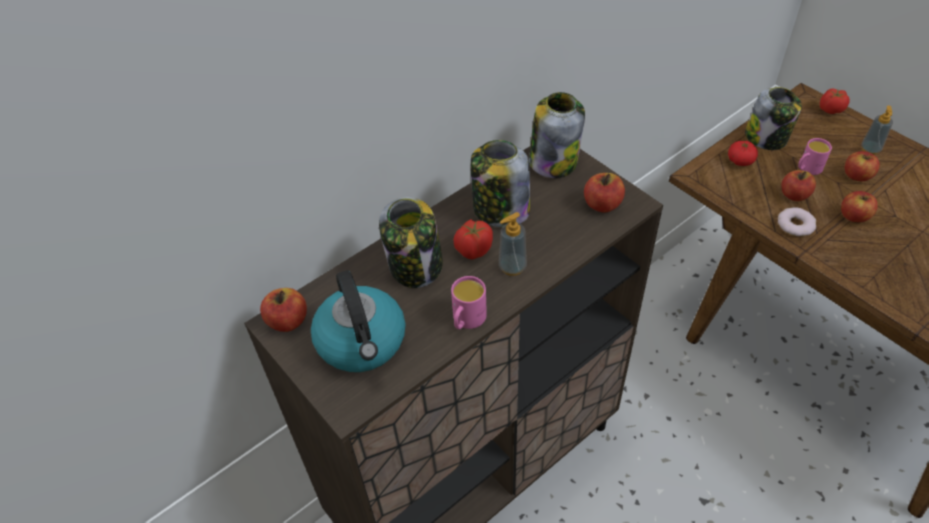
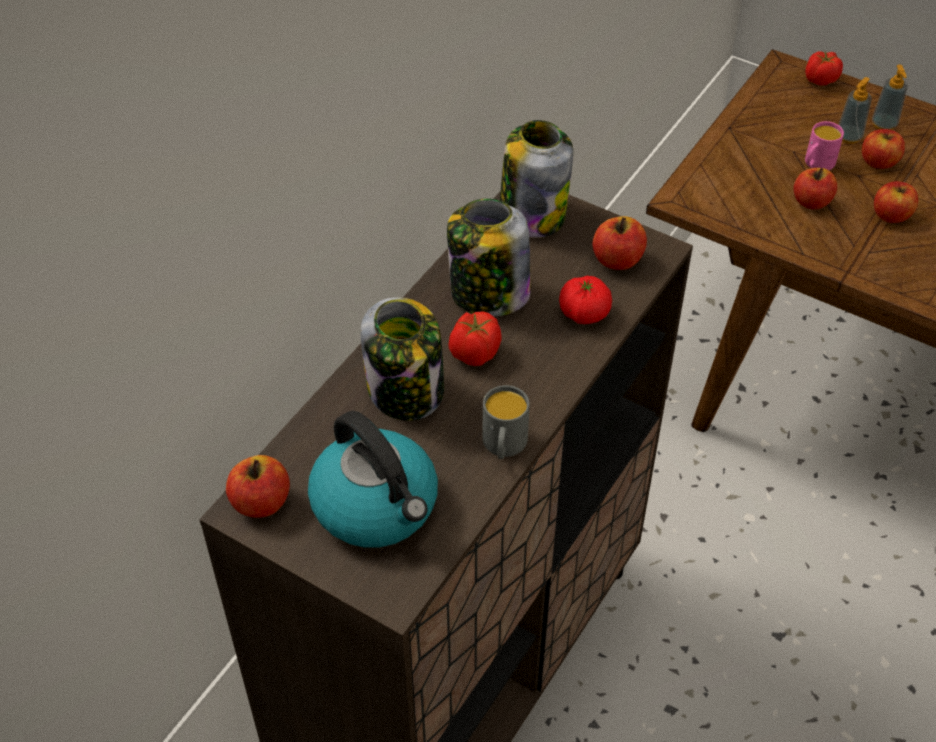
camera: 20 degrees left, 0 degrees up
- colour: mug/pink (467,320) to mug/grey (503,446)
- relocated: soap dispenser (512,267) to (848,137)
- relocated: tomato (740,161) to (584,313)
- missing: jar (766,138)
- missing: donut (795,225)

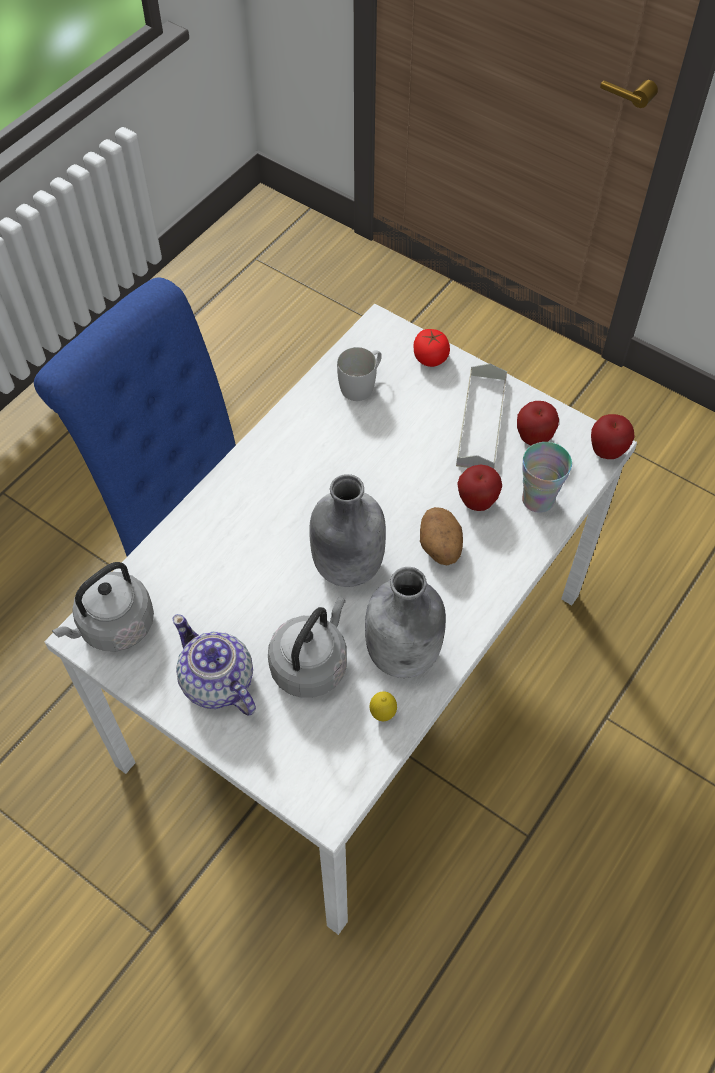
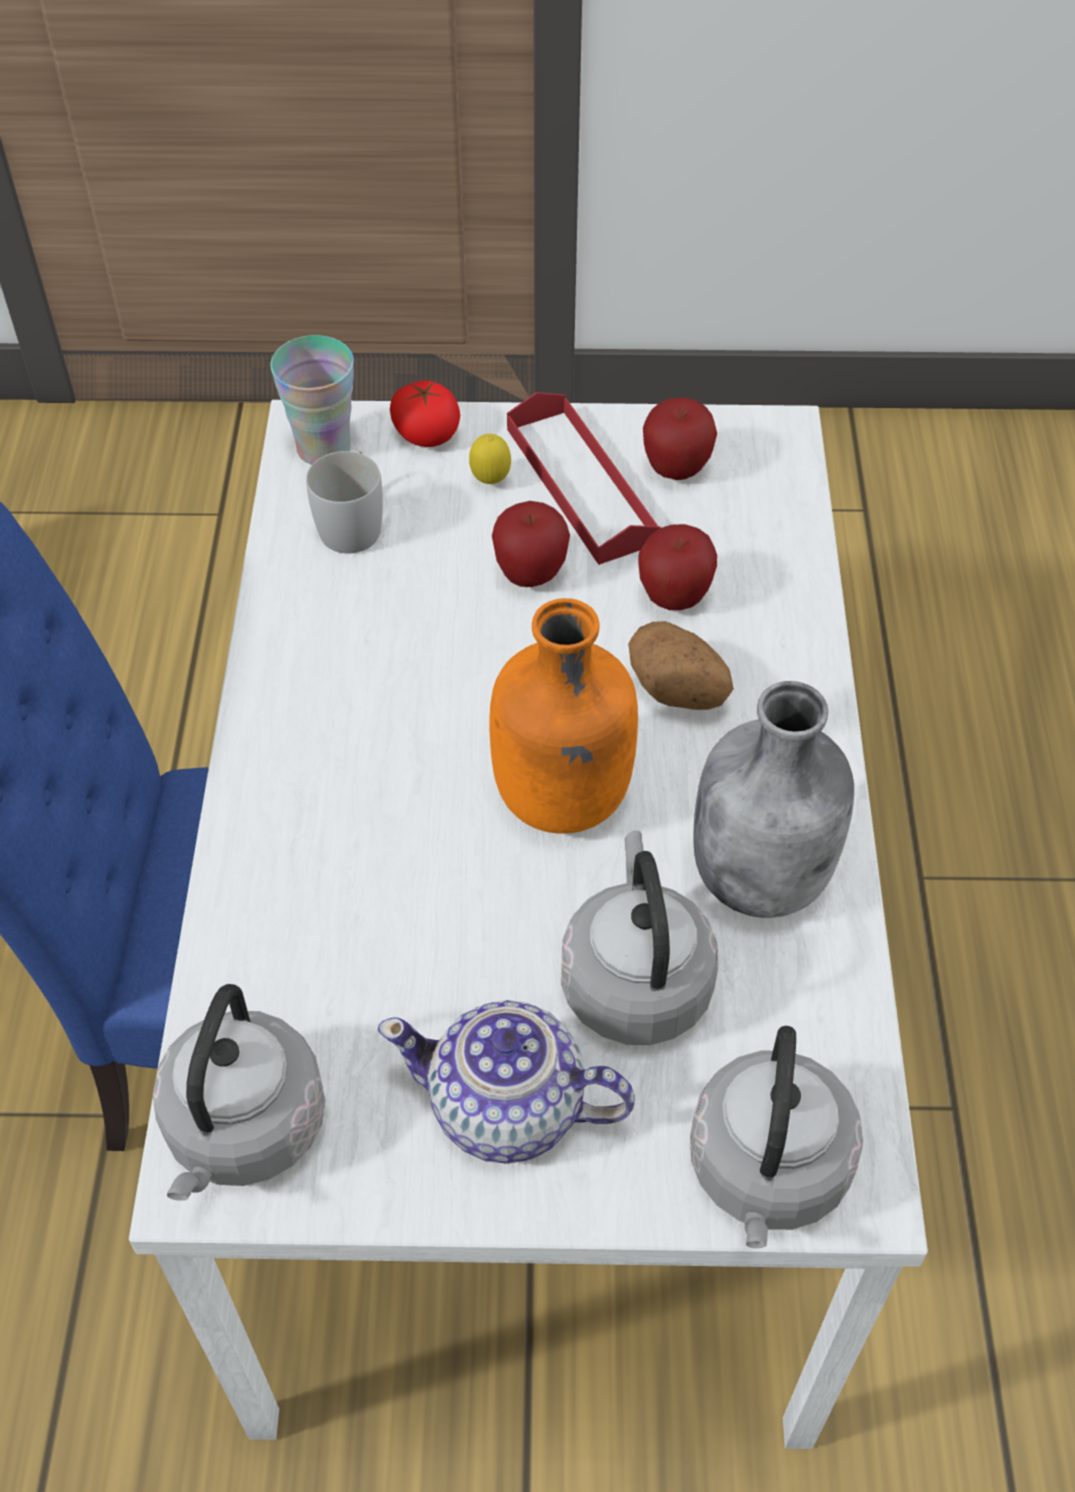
camera: 35 degrees left, 5 degrees down
- colour: bottle/grey (346,566) to bottle/orange (561,799)
- relocated: lemon (382,714) to (490,481)
- colour: tray/grey (481,421) to tray/red (581,484)
- relocated: cup (538,499) to (324,448)
- relocated: apple (607,451) to (530,575)
- appeared: kettle/grey (767,1172)

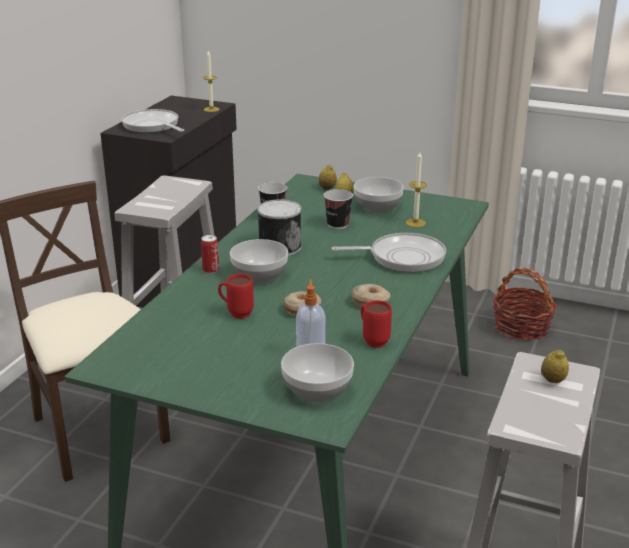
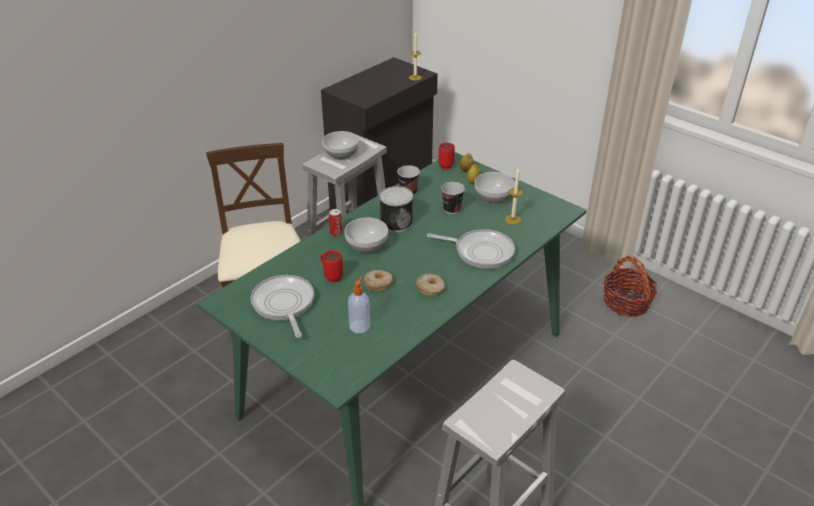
camera: 20 degrees right, 10 degrees up
- relocated: frying pan (152,126) to (284,304)
- relocated: bowl (317,391) to (341,154)
- relocated: mug/red (372,340) to (445,165)
- missing: lemon (553,380)

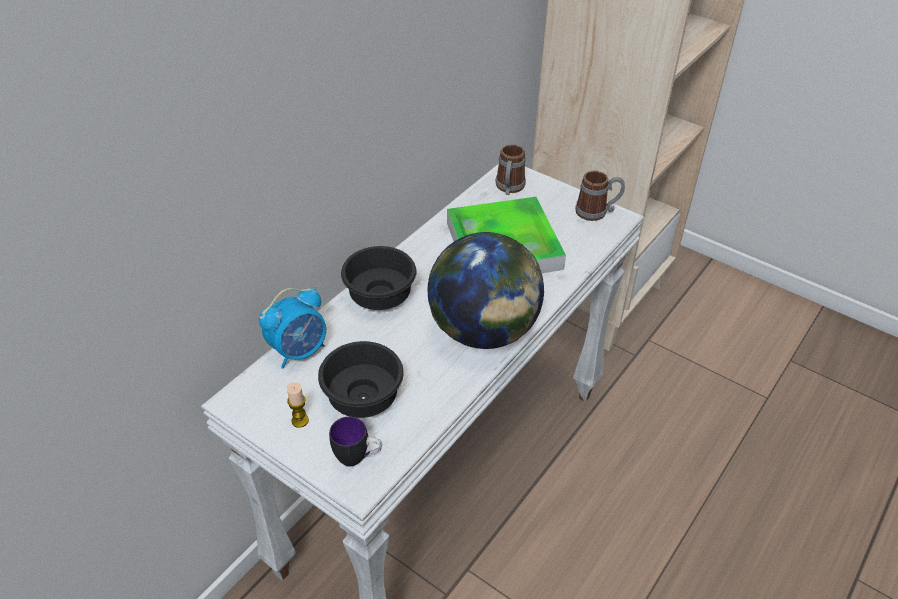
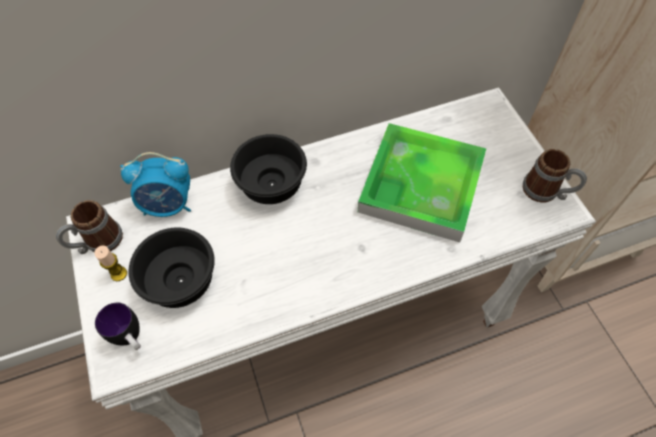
camera: 35 degrees right, 15 degrees up
- missing: globe (483,332)
- relocated: mug (509,188) to (98,243)

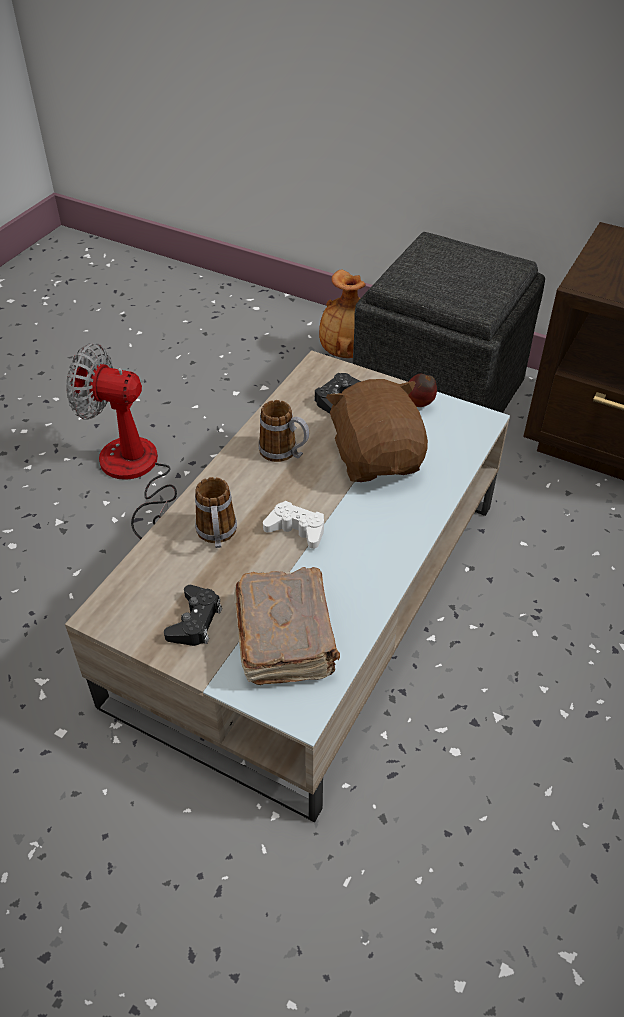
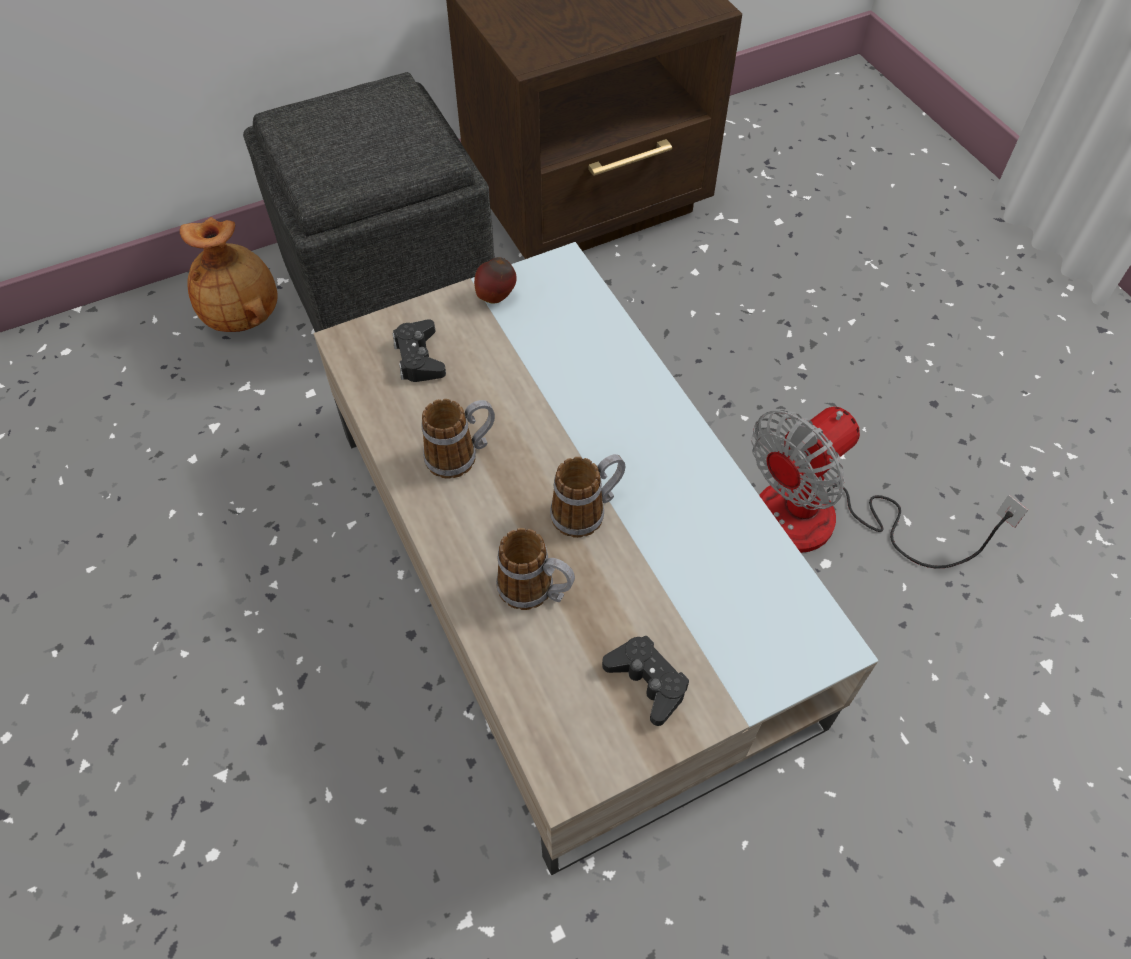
camera: 55 degrees left, 10 degrees up
- relocated: fan (134,474) to (826,524)
- missing: book/brown (286,637)
- exchanged: game controller/white (296,529) to mug (587,510)
- missing: plush toy/brown (377,458)

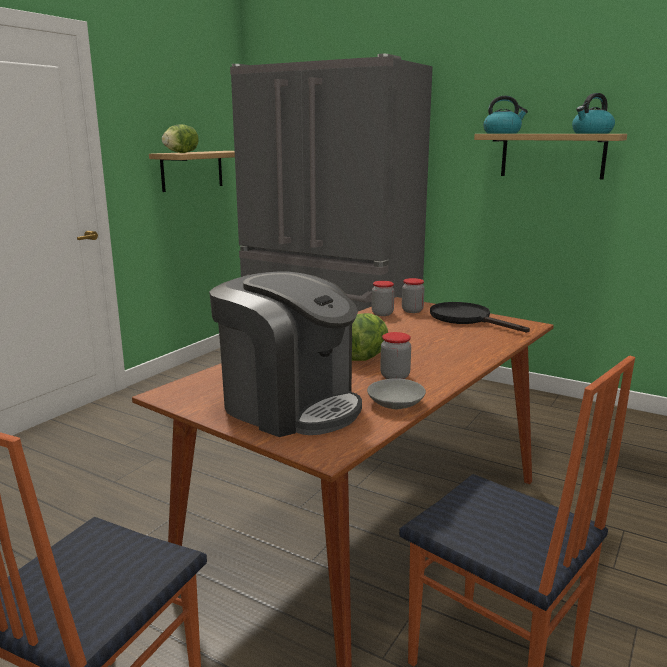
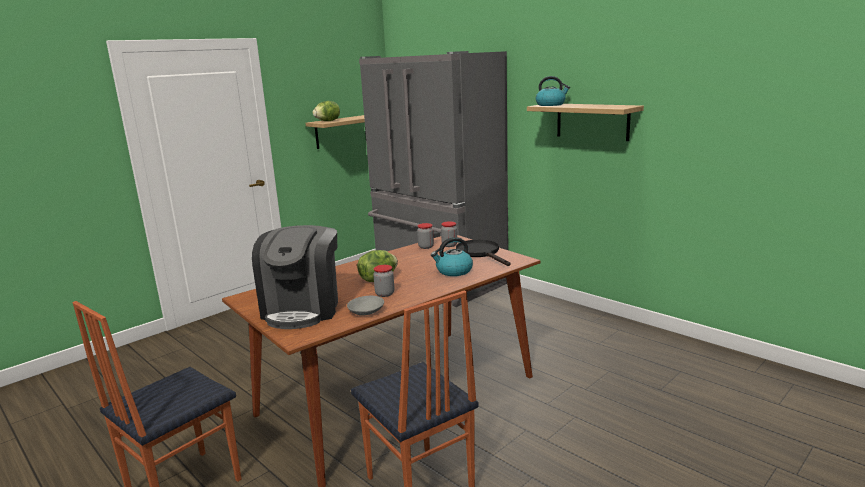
camera: 15 degrees right, 0 degrees up
- spun: coffee machine (290,406) = (303,309) 45 degrees clockwise
- relocated: kettle (591,133) to (453,271)

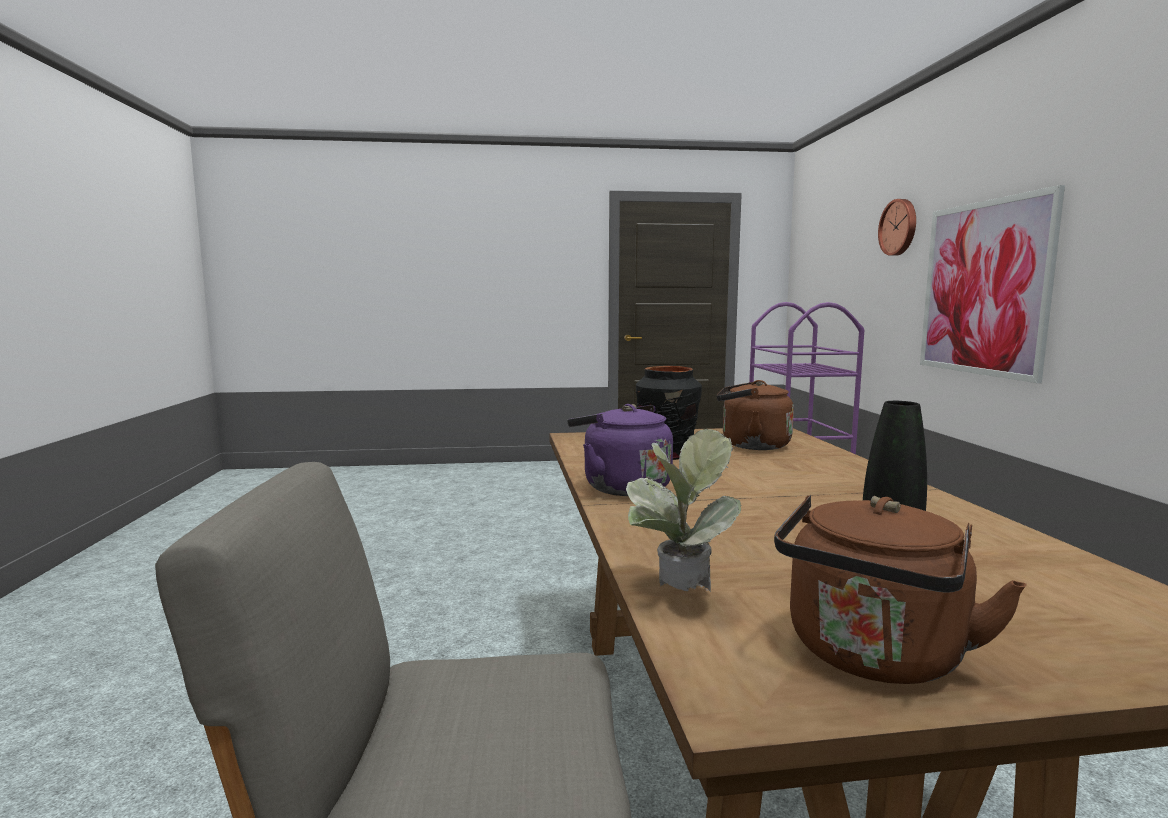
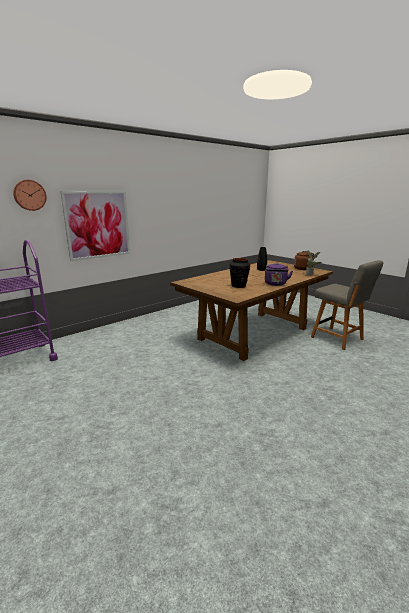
camera: 125 degrees left, 10 degrees up
- missing: kettle/brown (750,445)

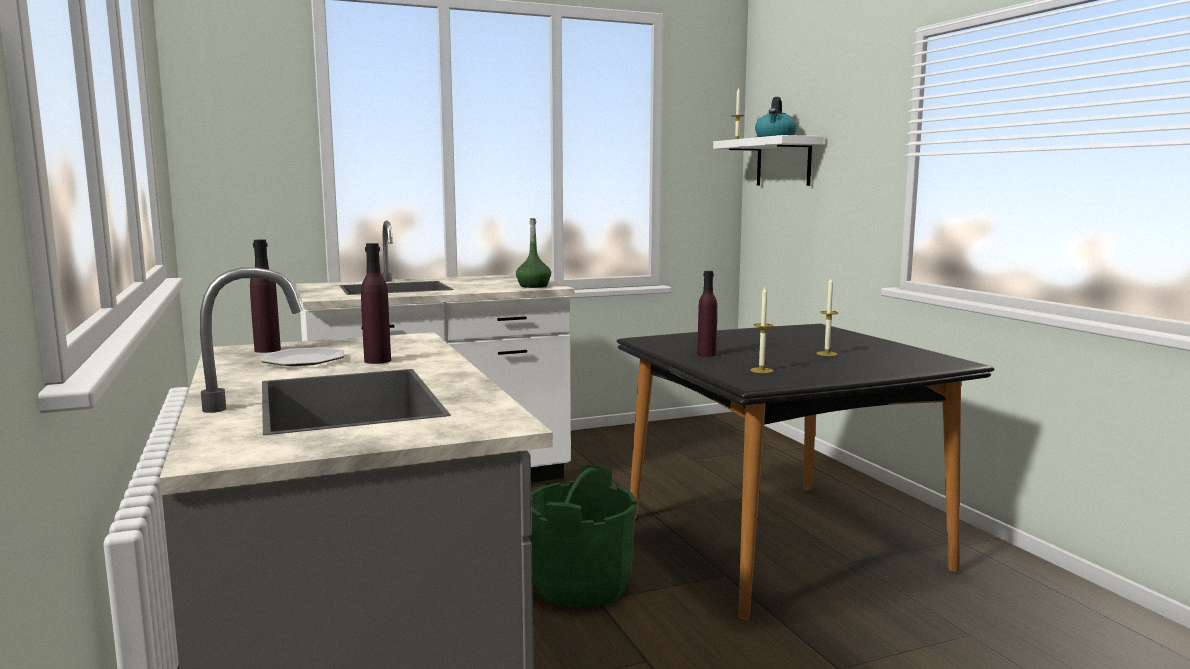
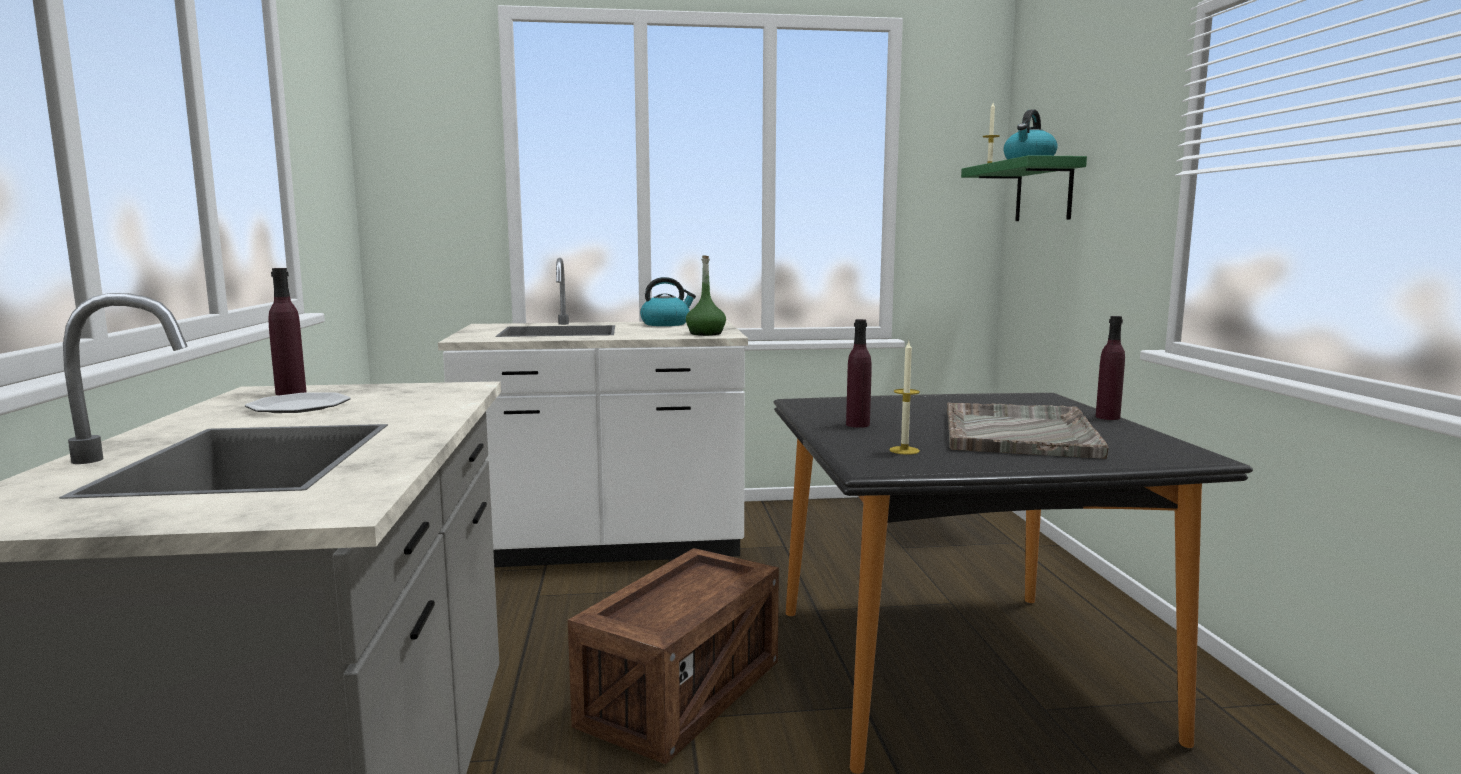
camera: 15 degrees right, 0 degrees up
- relocated: bottle/purple (377,361) to (1107,417)
- exchanged: bucket/green (580,585) to crate (682,694)
- colour: shelf/white (783,162) to shelf/green (1044,191)
- exchanged: candle (827,354) to tray/grey (1018,433)
- appeared: kettle (666,324)

